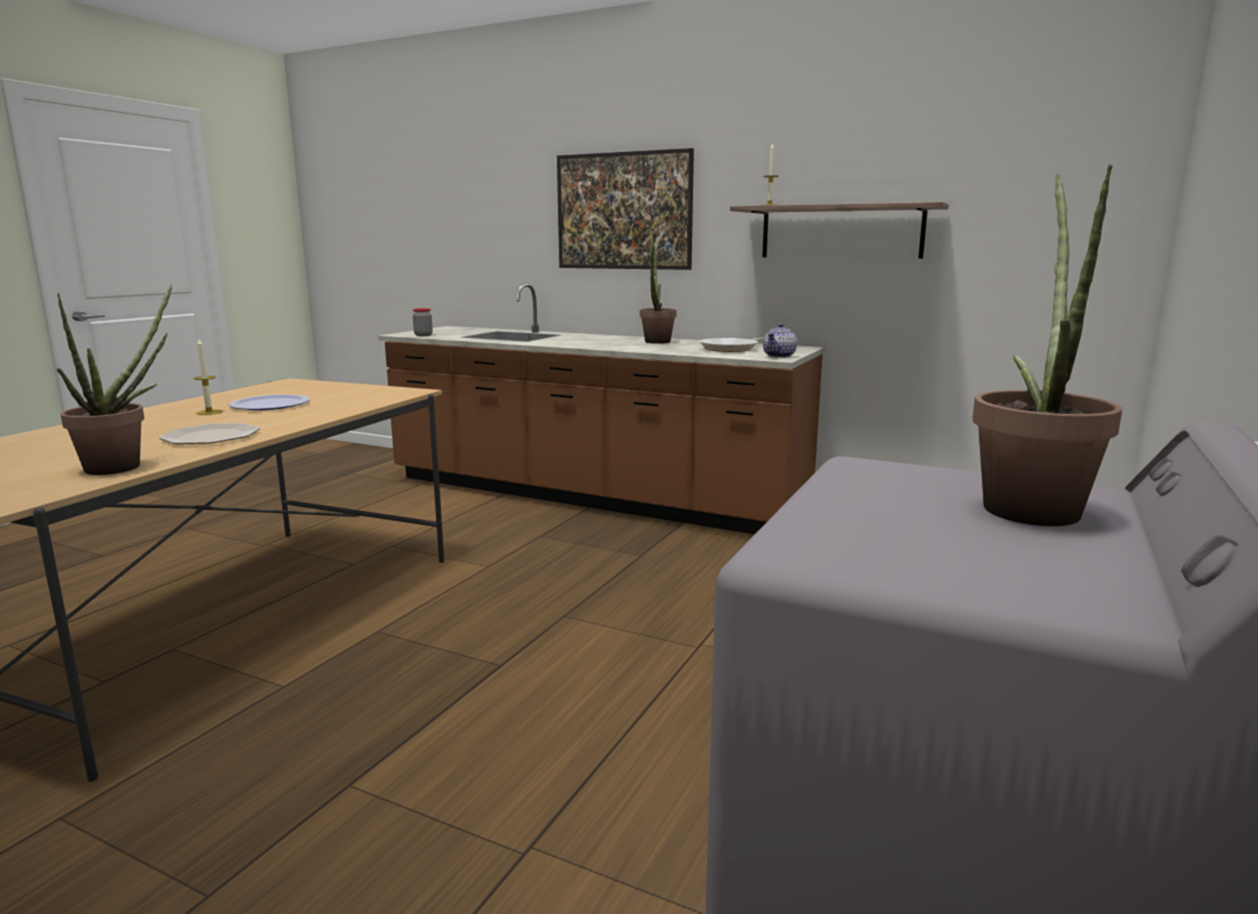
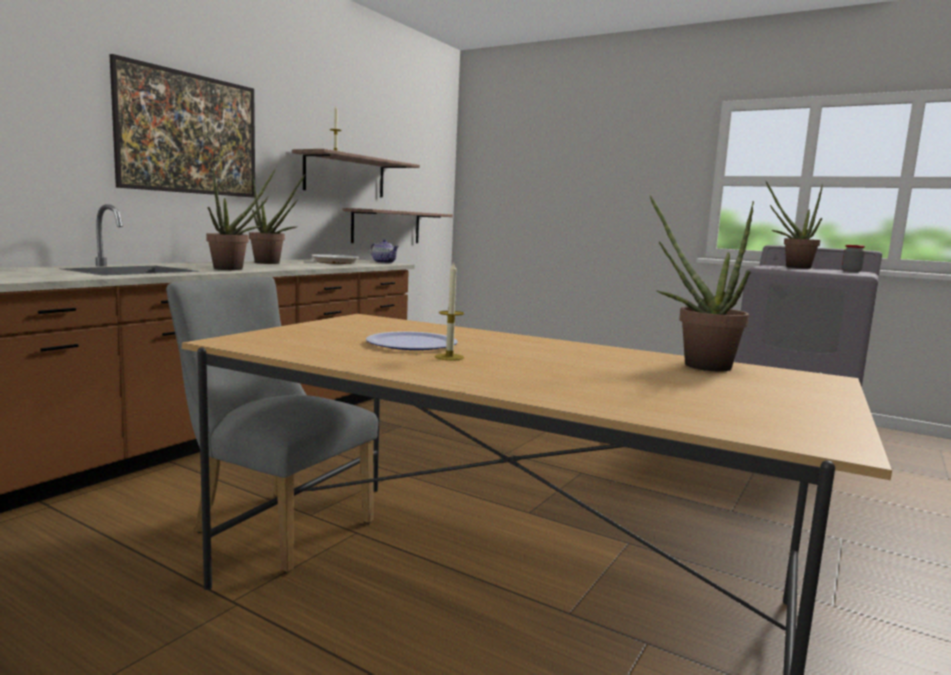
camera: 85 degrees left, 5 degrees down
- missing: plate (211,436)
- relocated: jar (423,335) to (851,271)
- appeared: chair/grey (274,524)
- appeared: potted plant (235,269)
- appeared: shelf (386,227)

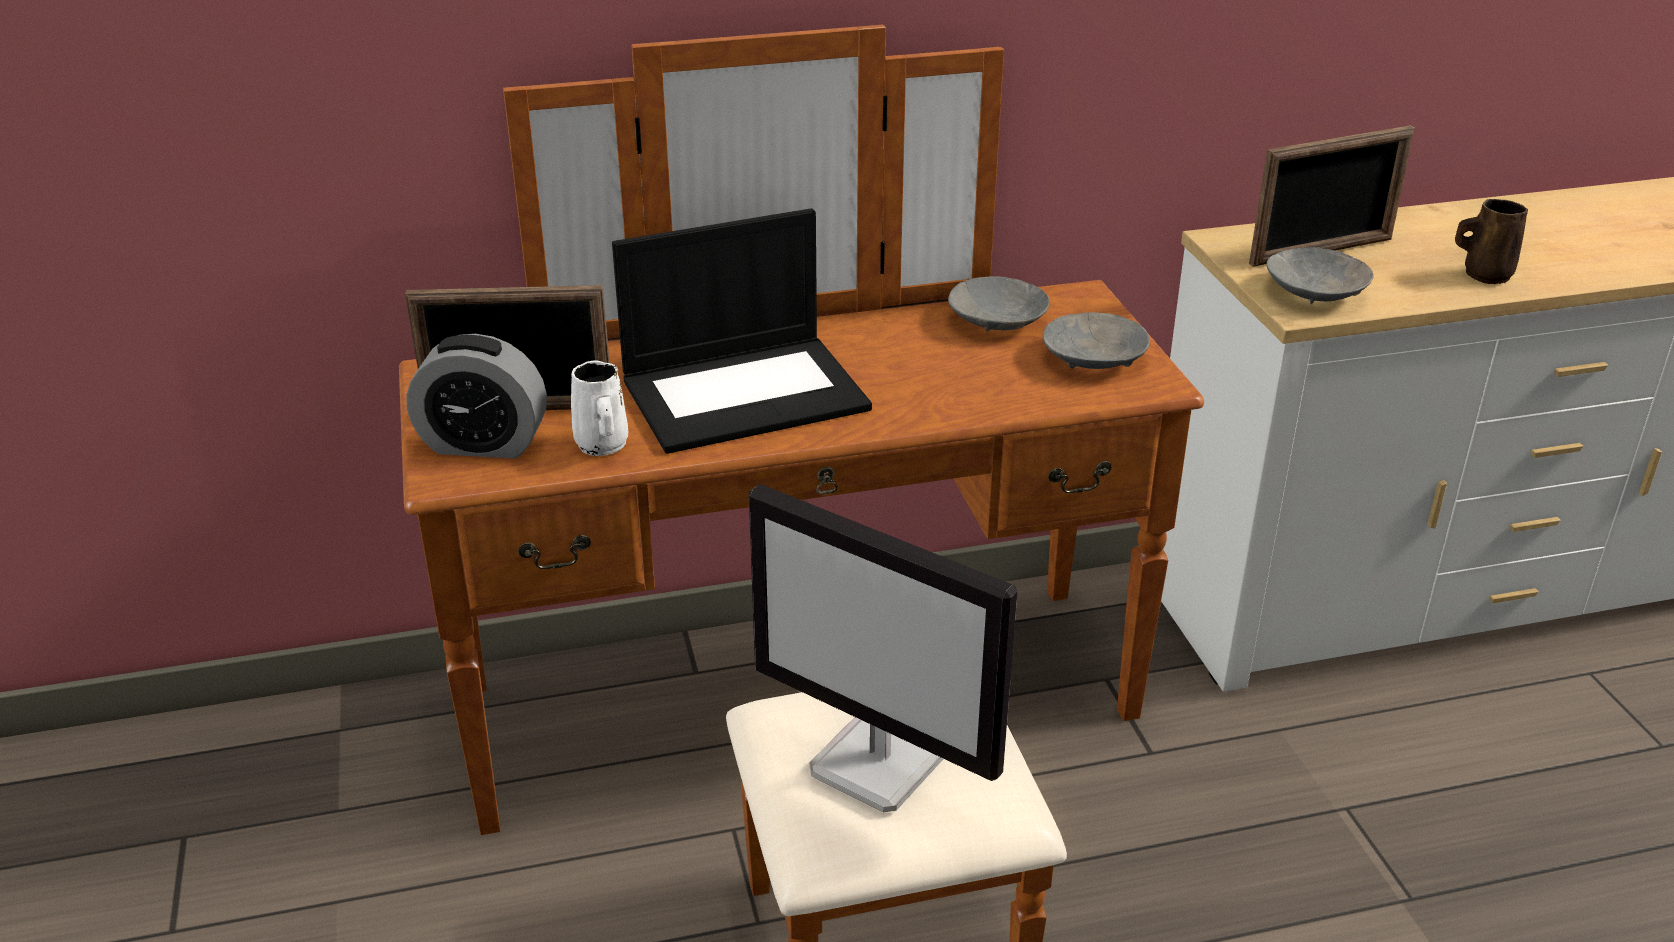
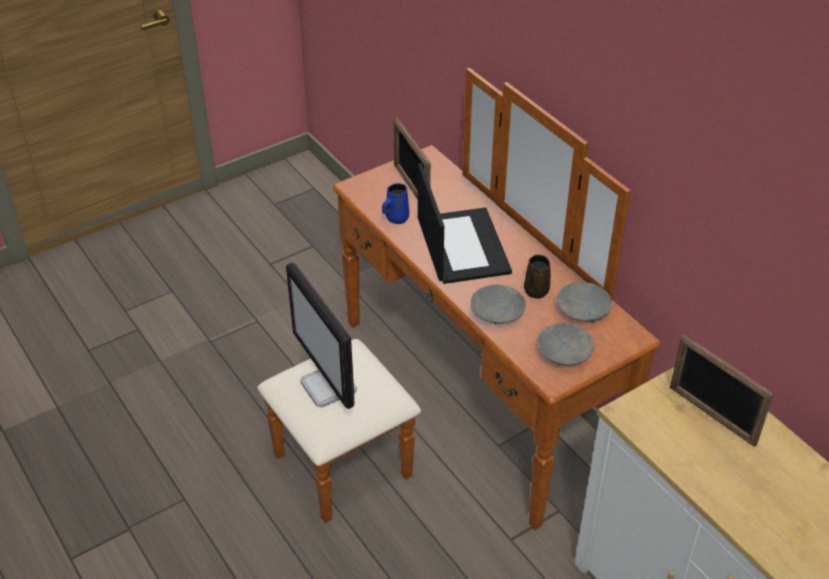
camera: 70 degrees right, 10 degrees up
- missing: alarm clock (483,444)
- colour: mug/white (602,446) to mug/blue (396,218)
- spun: laptop (746,393) = (461,245) 150 degrees counterclockwise
- spun: monitor (879,765) = (329,387) 45 degrees counterclockwise
- relocated: bowl/grey (1316,292) to (498,313)
- relocated: mug/brown (1484,275) to (536,290)

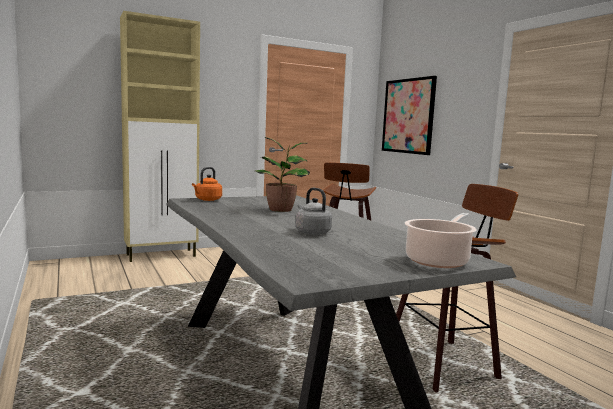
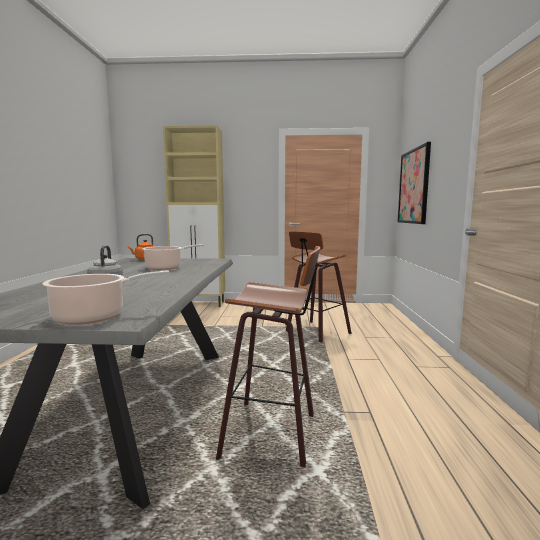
camera: 30 degrees right, 0 degrees up
- exchanged: potted plant (282,209) to cooking pot (166,268)

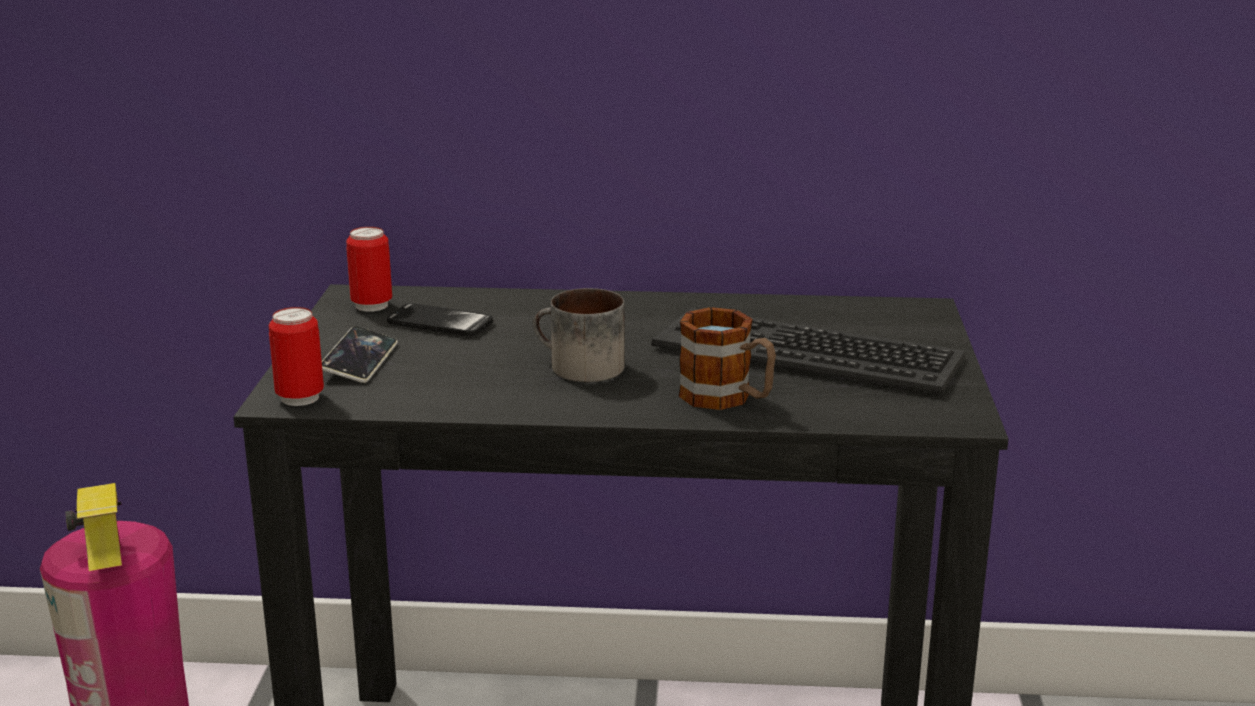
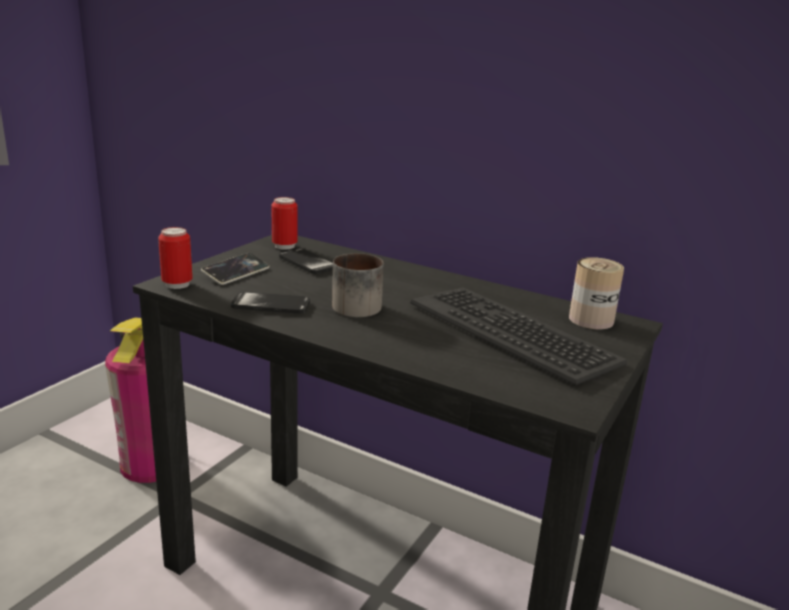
camera: 25 degrees right, 0 degrees up
- missing: mug (727,399)
- appeared: phone (271,305)
- appeared: can (591,320)

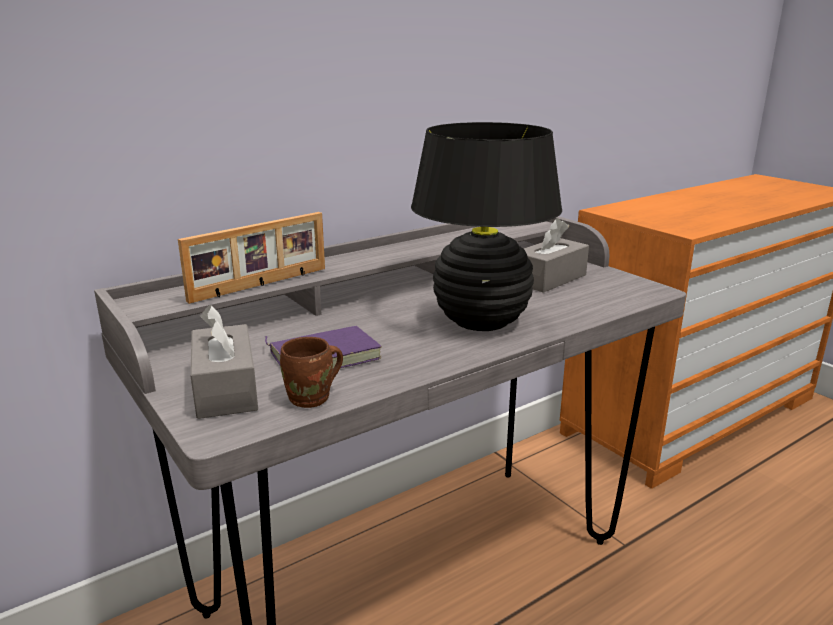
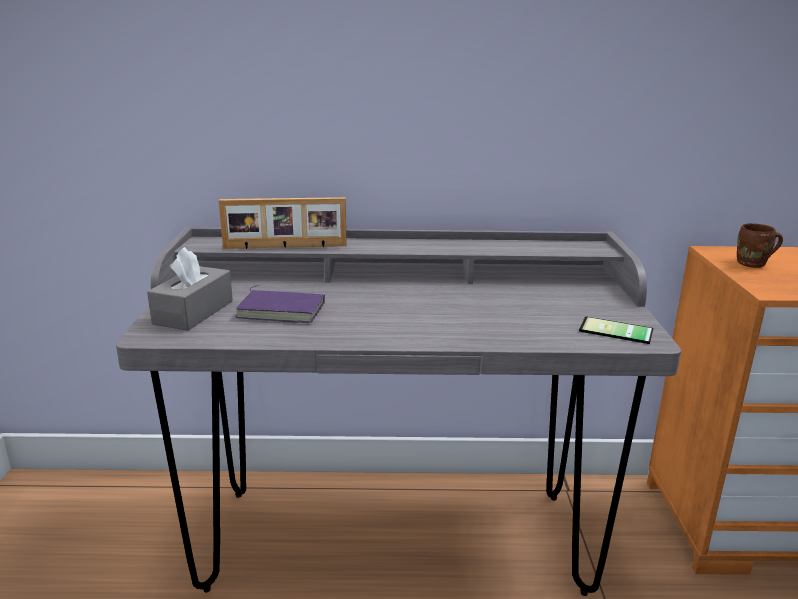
camera: 35 degrees right, 0 degrees up
- relocated: mug/brown (313,399) to (753,264)
- missing: table lamp/black (481,321)
- missing: tissue box/grey (549,279)
- appeared: phone (615,332)

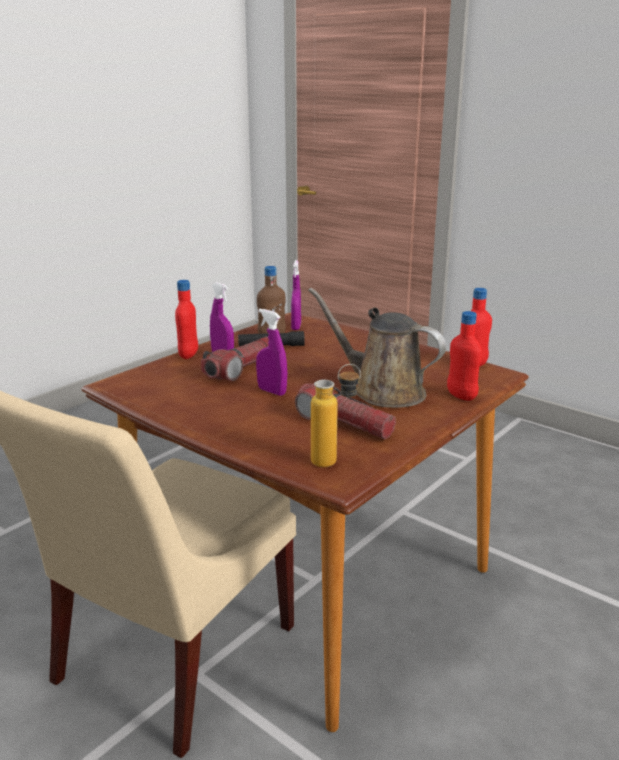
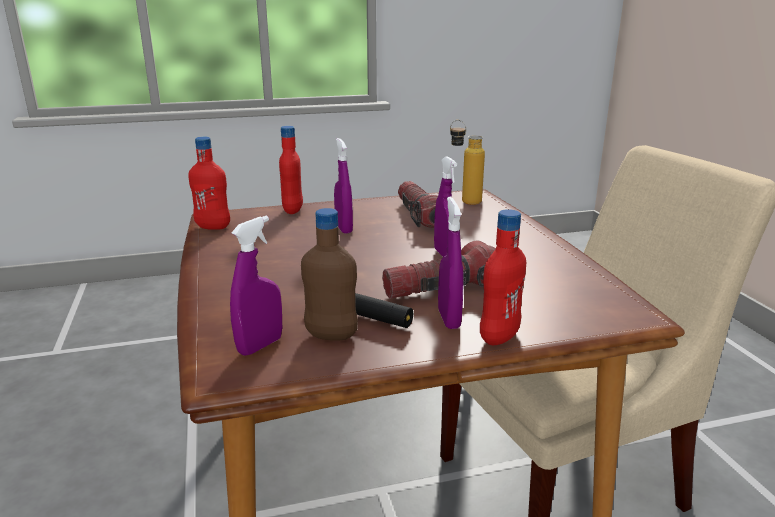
camera: 145 degrees left, 0 degrees up
- exchanged: watering can/brown (382,391) to spray bottle/purple (343,228)

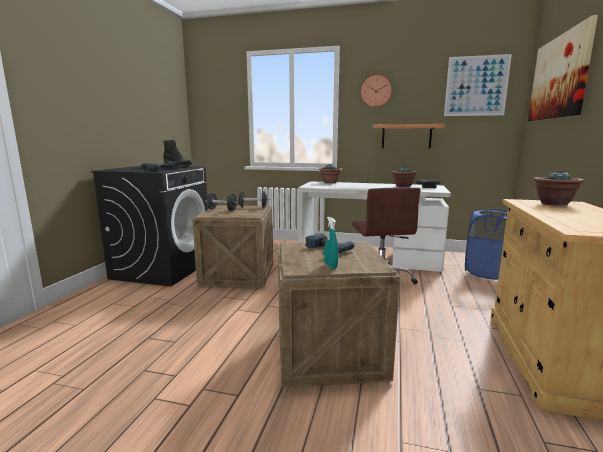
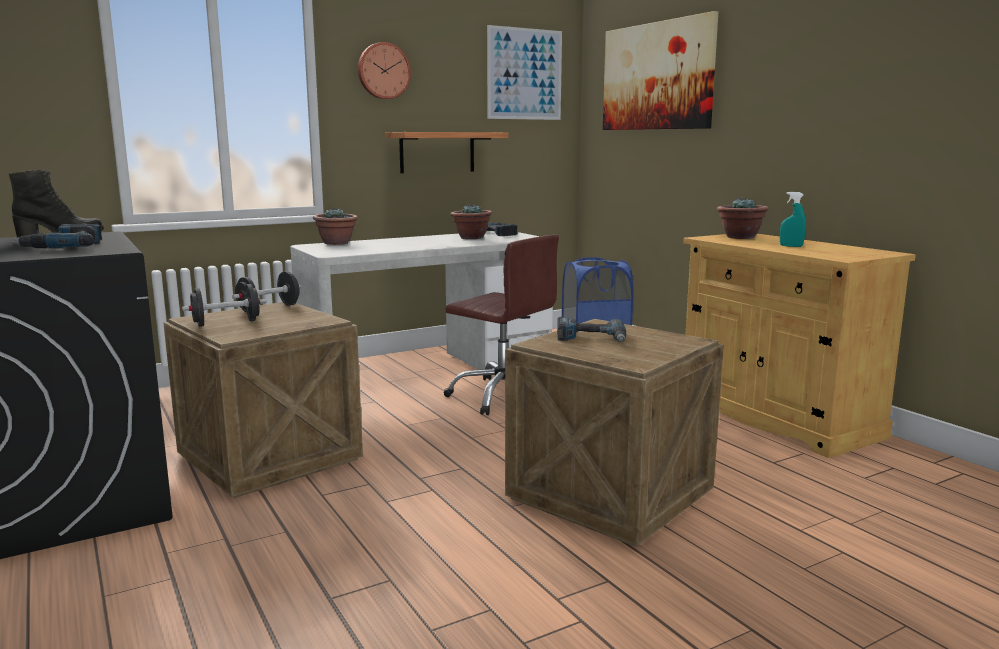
camera: 45 degrees left, 0 degrees up
- relocated: spray bottle/turquoise (330,266) to (791,246)

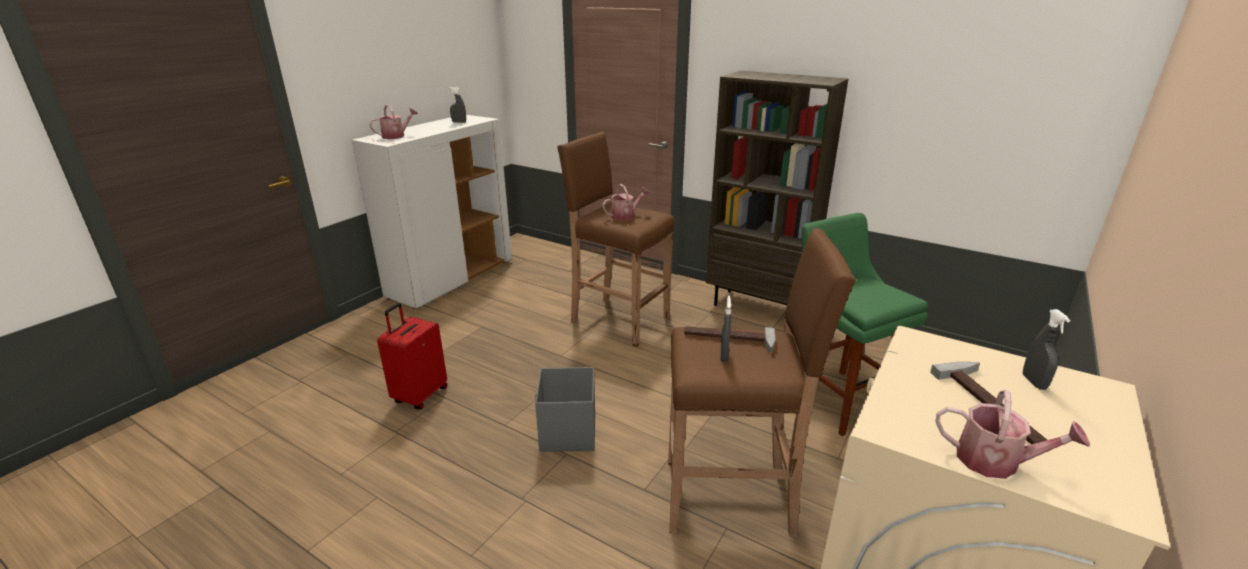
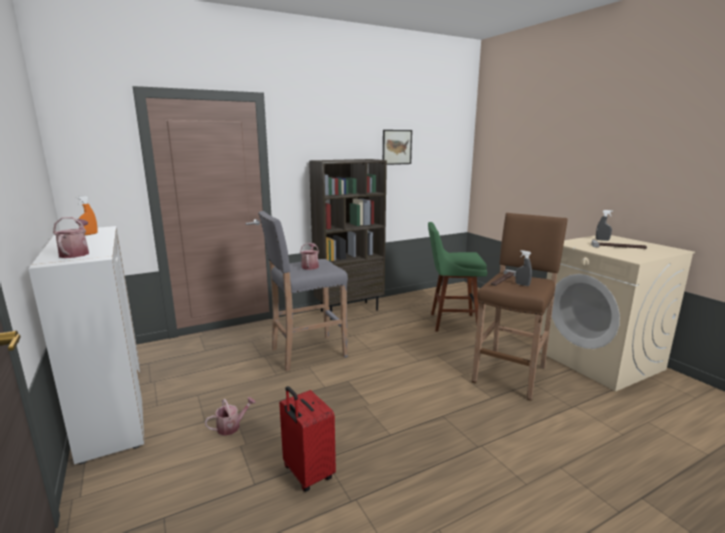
camera: 60 degrees left, 10 degrees down
- colour: spray bottle/grey (459,122) to spray bottle/orange (89,234)
- missing: storage box/grey (567,433)
- colour: stool/brown (618,320) to stool/grey (307,353)
- relocated: watering can (996,462) to (232,427)
- appeared: picture (397,147)

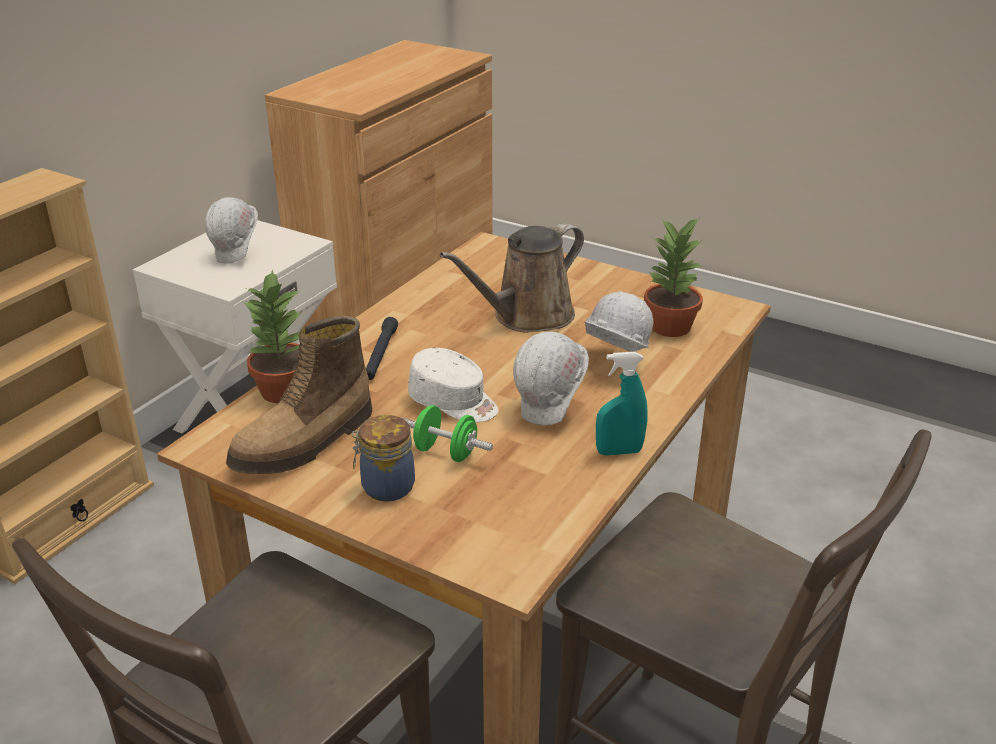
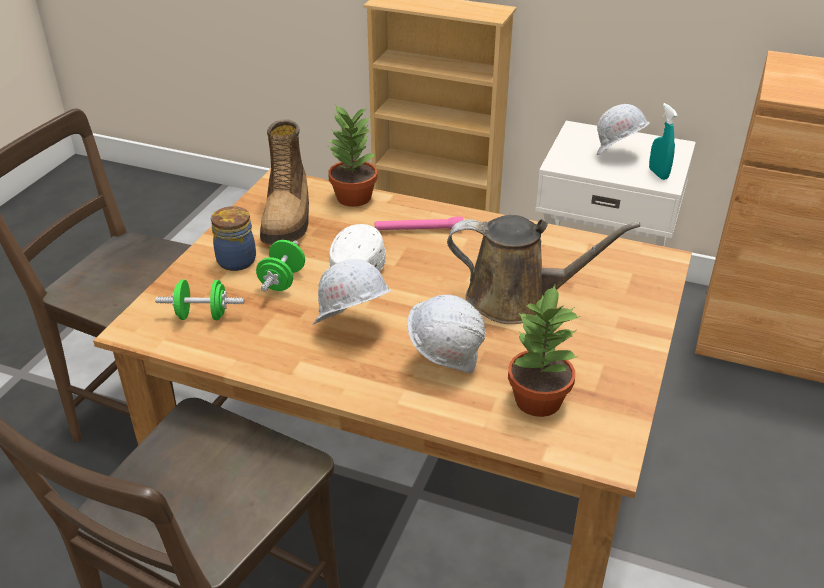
camera: 80 degrees right, 5 degrees up
- spun: boot (306,442) = (288,218) 120 degrees counterclockwise
- colour: flashlight/black (380,355) to flashlight/pink (418,230)
- spun: watering can/brown (527,317) = (516,299) 150 degrees clockwise
- relocated: spray bottle/turquoise (619,451) to (658,174)
- appeared: dumbbell/green (202,315)

